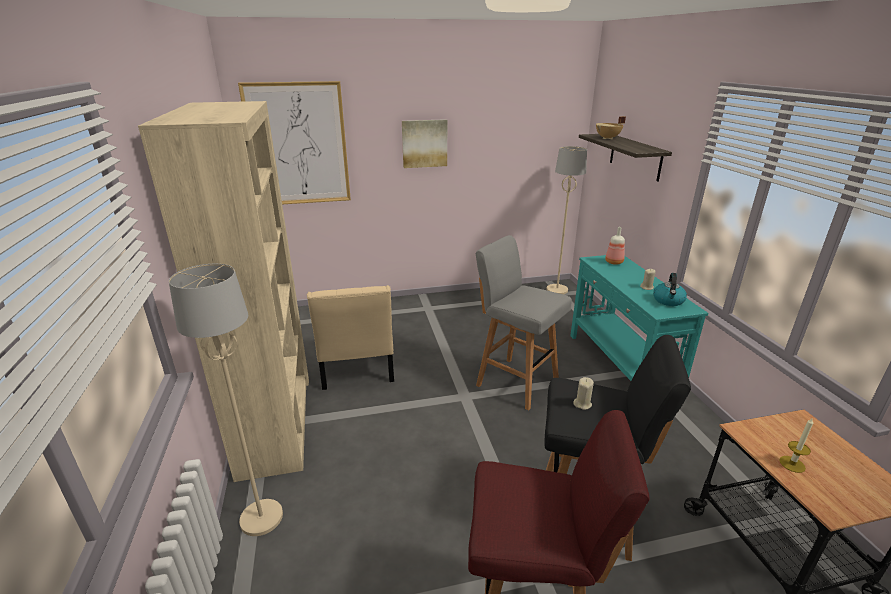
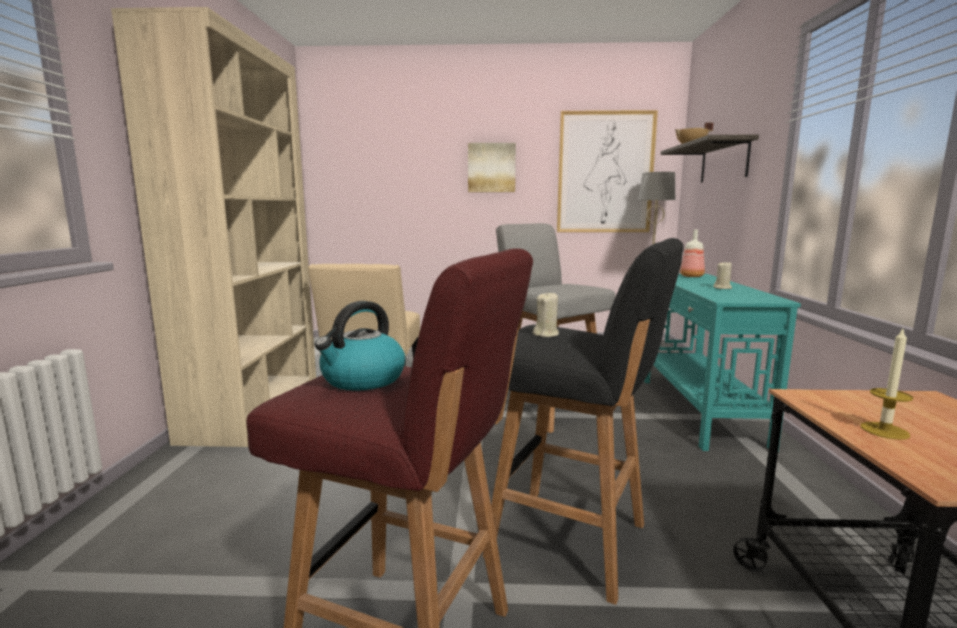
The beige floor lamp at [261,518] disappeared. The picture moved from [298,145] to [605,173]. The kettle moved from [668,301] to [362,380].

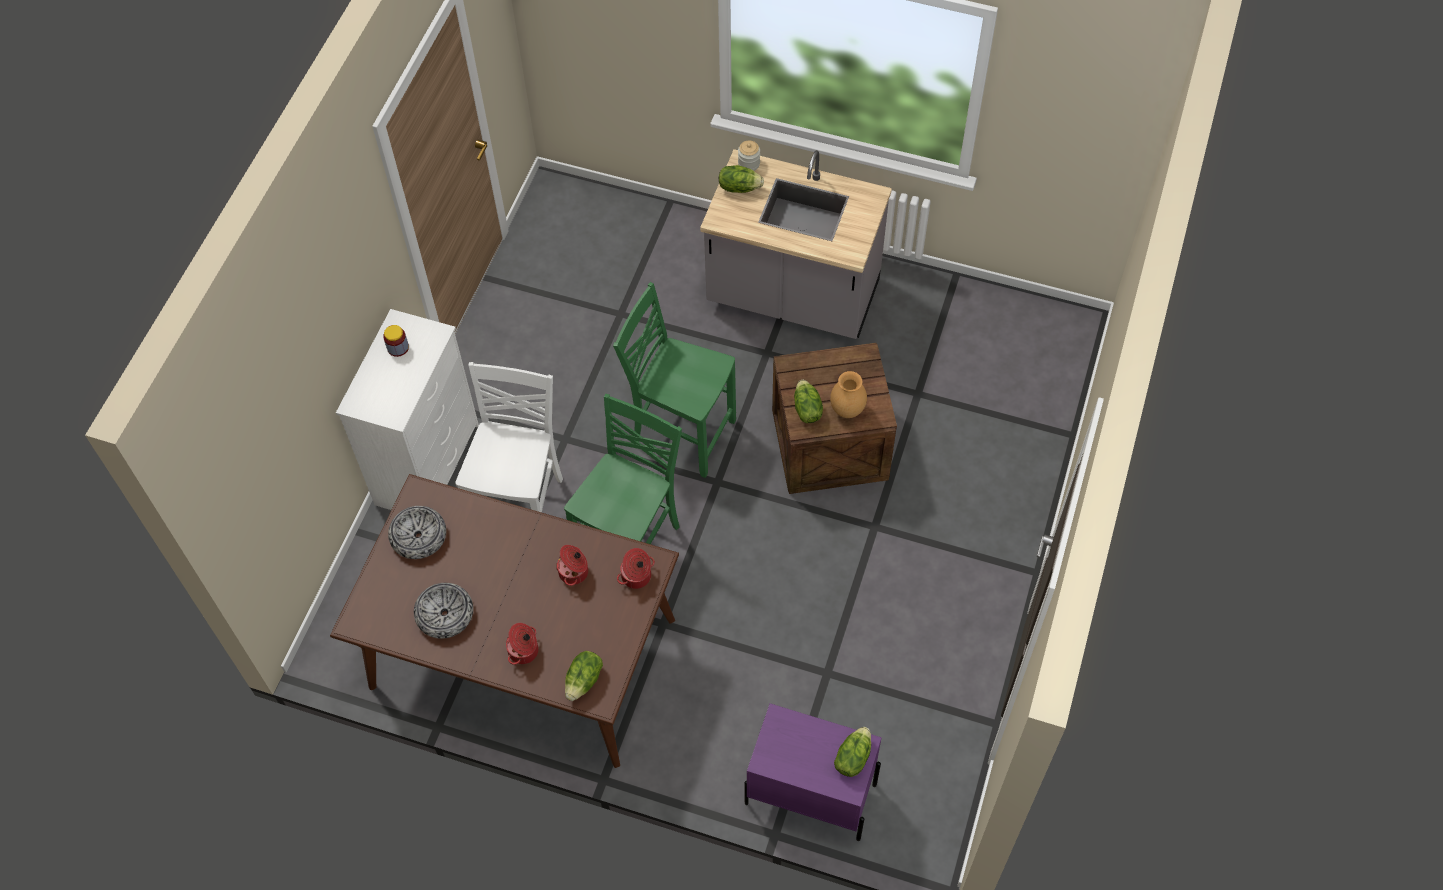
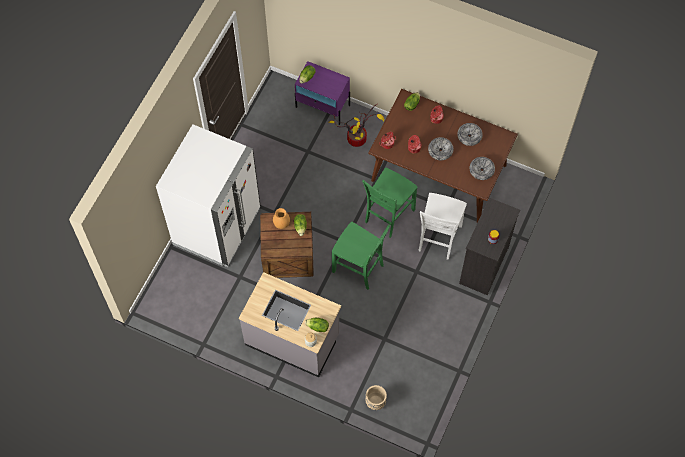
The white dresser at [428,463] became the black dresser at [483,265]. The white fridge at [217,227] appeared. The potted plant at [357,137] appeared. The beige planter at [375,402] appeared. The bowl at [440,150] appeared.

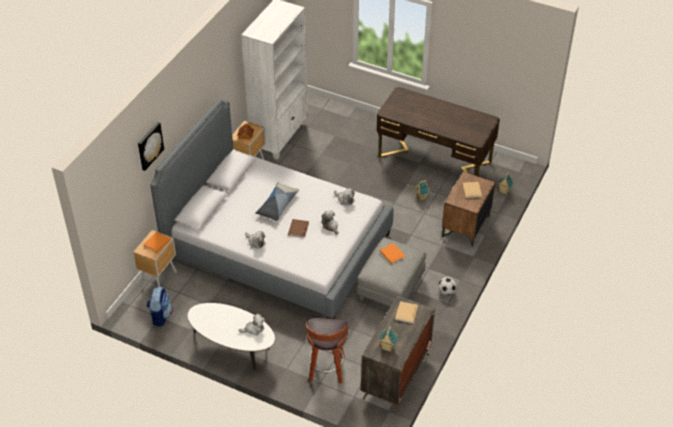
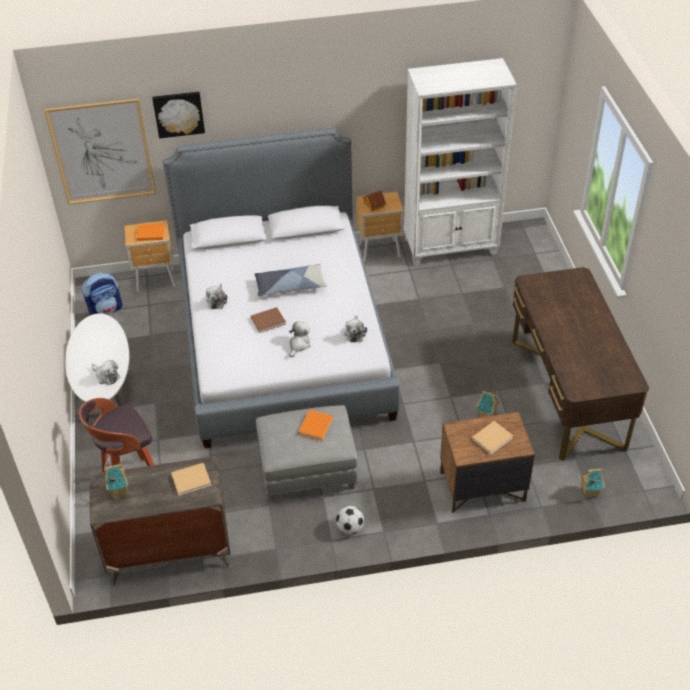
The picture at [102,152] appeared.

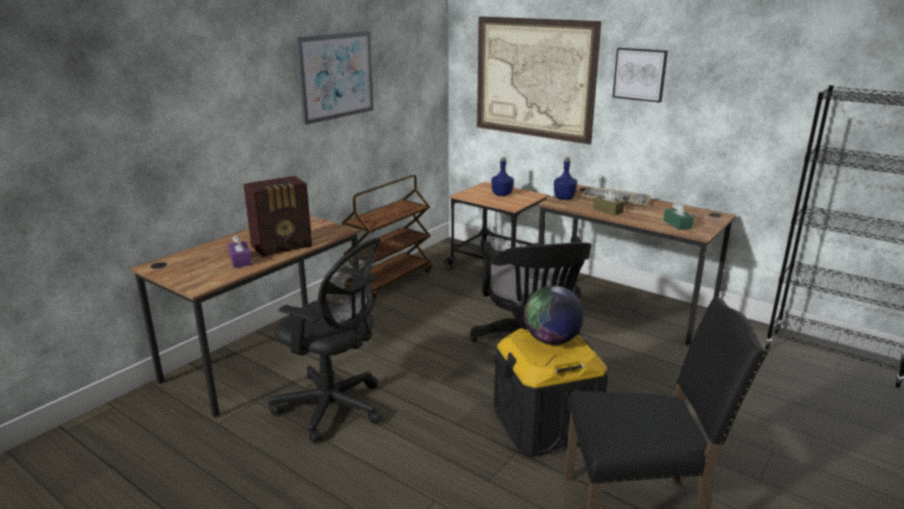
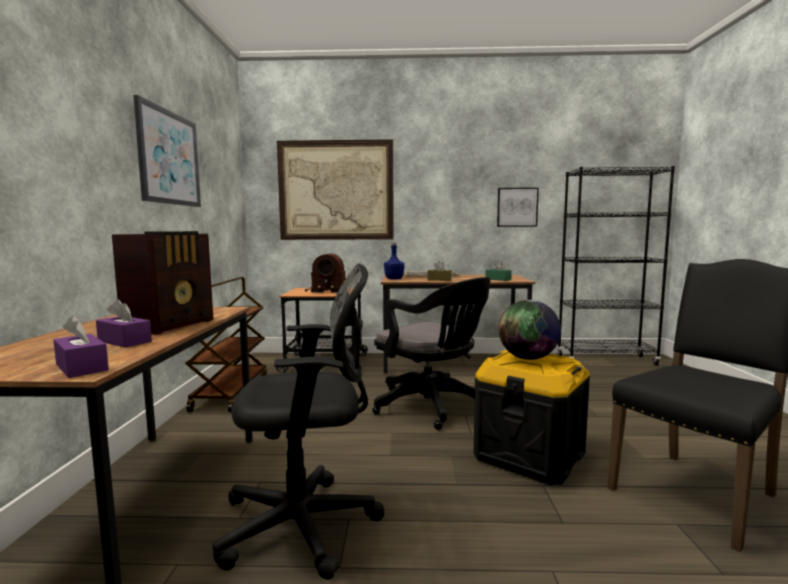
The blue bottle at [502,194] was replaced by the radio at [325,291]. The picture moved from [640,74] to [517,207]. The purple tissue box at [81,367] appeared.

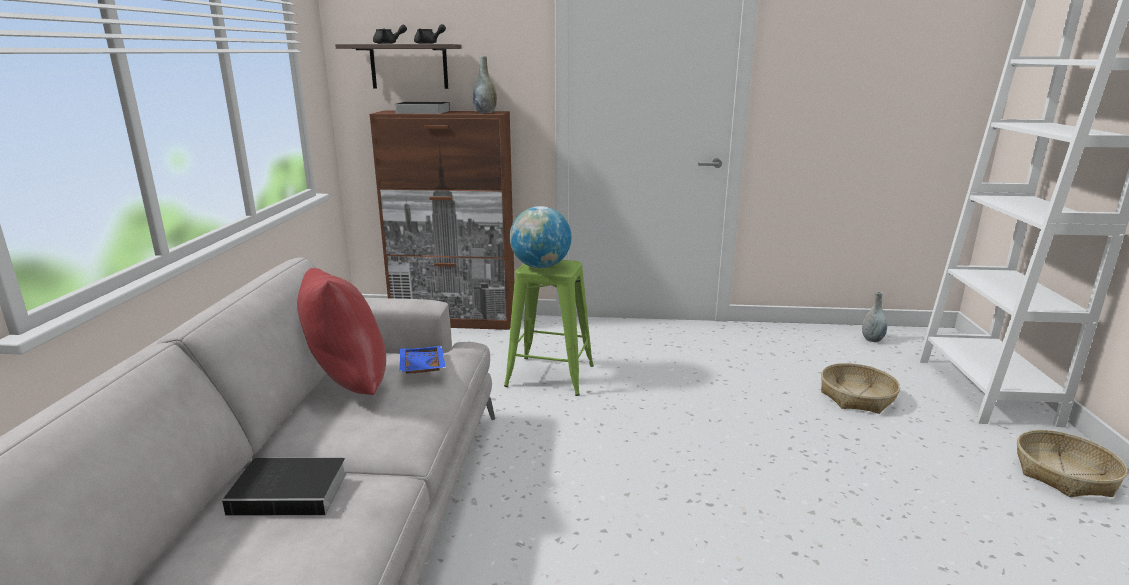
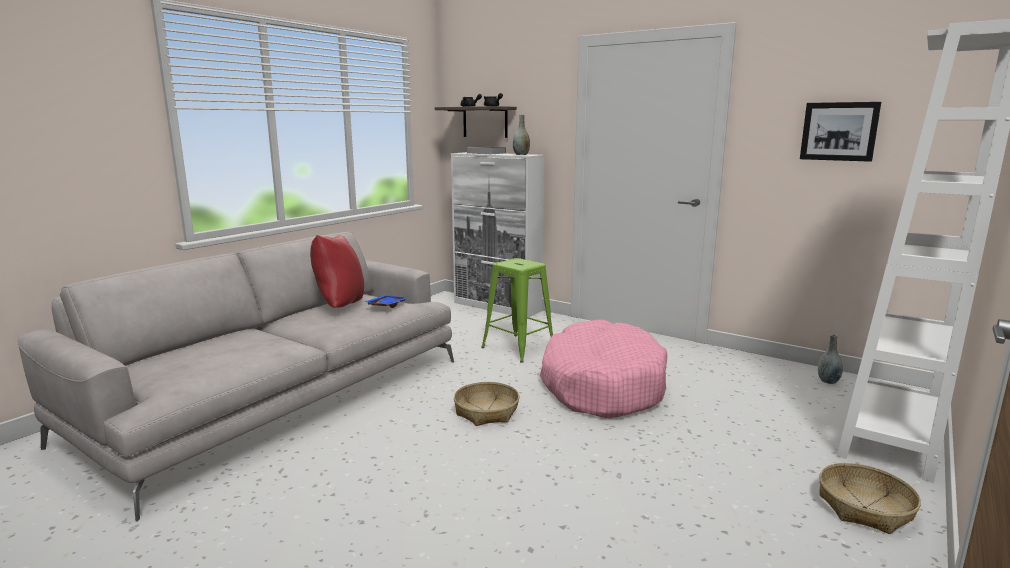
The book at [293,492] disappeared. The brown cabinet at [454,320] became the white cabinet at [497,307]. The globe at [540,266] disappeared. The basket moved from [857,397] to [487,412]. The pink dog bed at [602,385] appeared. The picture at [839,131] appeared.

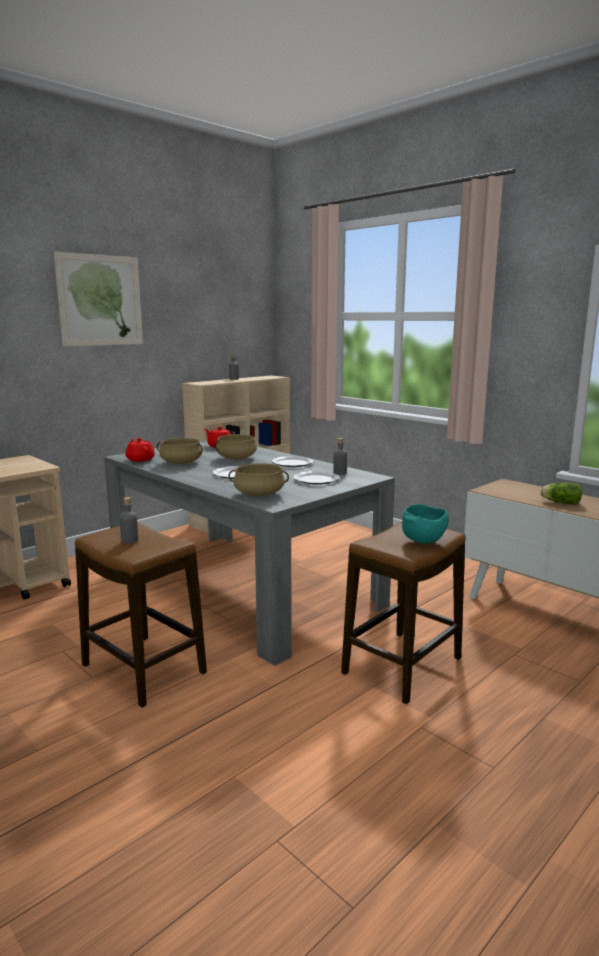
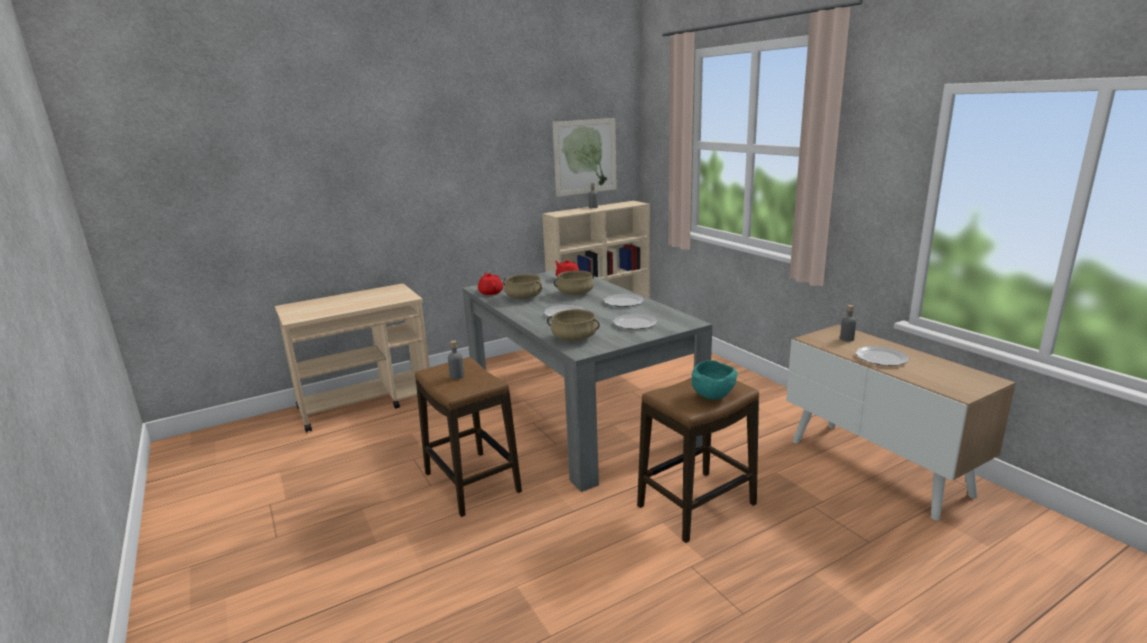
The picture moved from [100,300] to [585,157]. The grey bottle moved from [340,473] to [846,339]. The lettuce at [559,502] was replaced by the plate at [881,358].

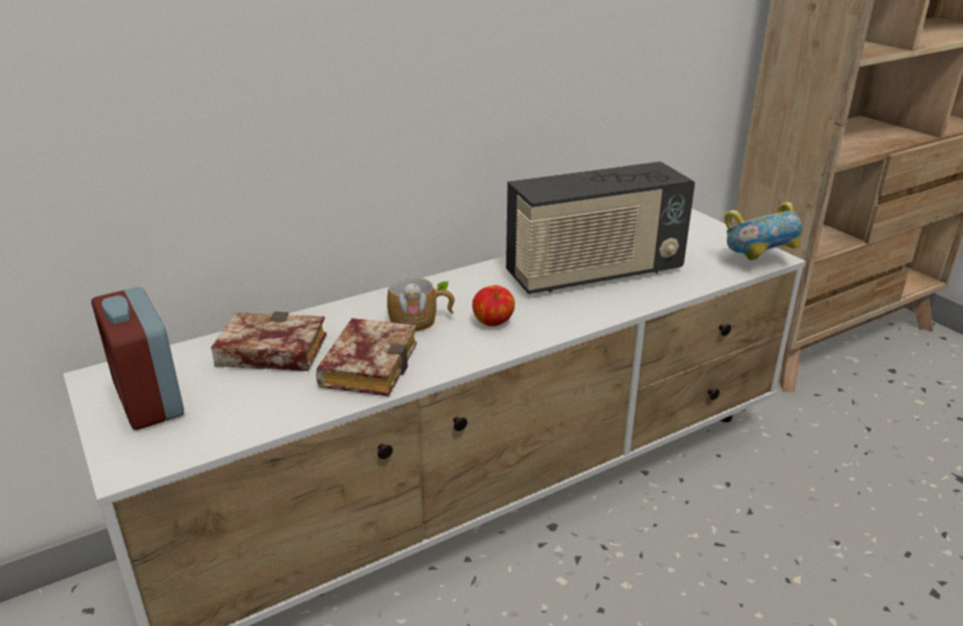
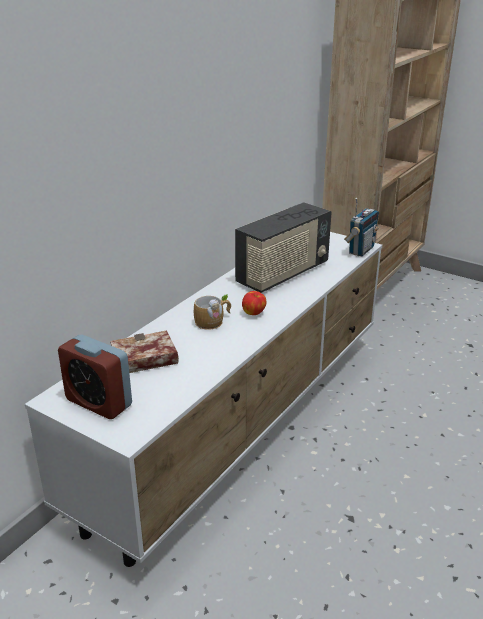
The book at [367,363] disappeared. The bowl at [757,263] was replaced by the radio at [360,250].

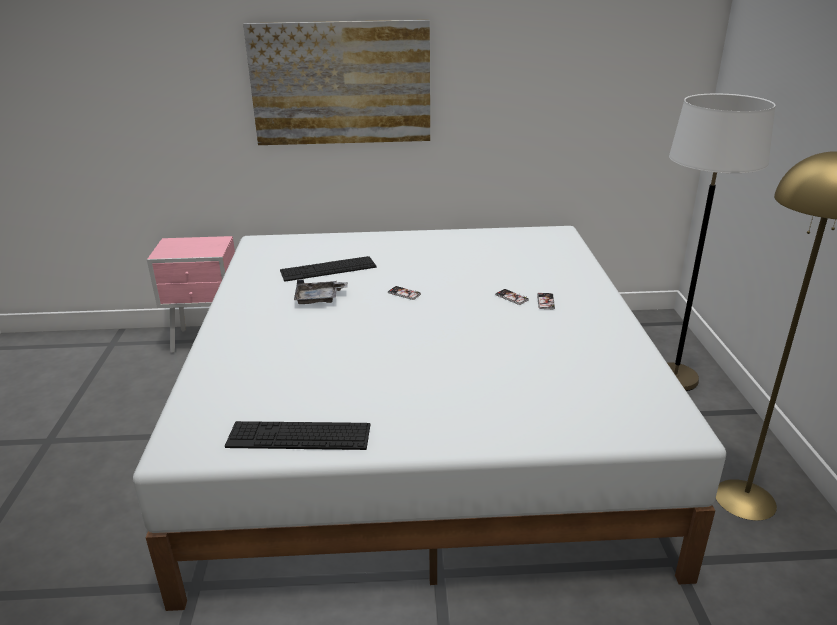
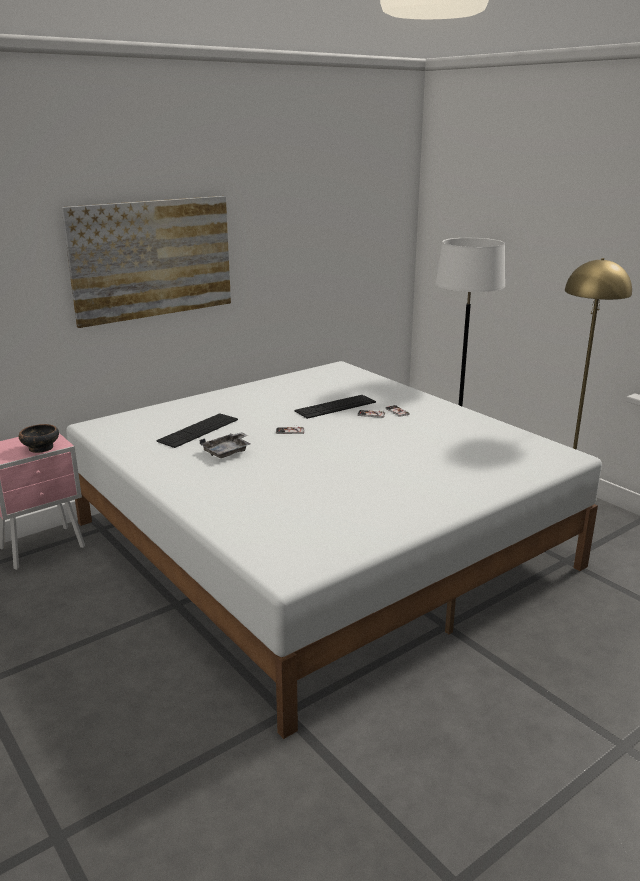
The keyboard moved from [299,436] to [335,406]. The bowl at [40,448] appeared.

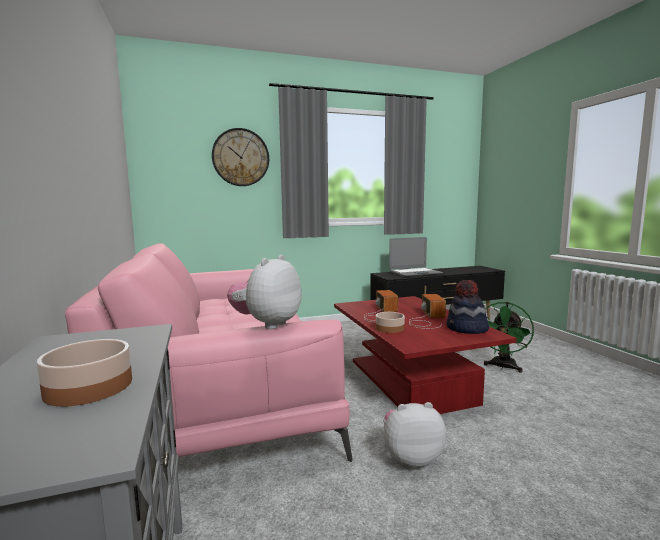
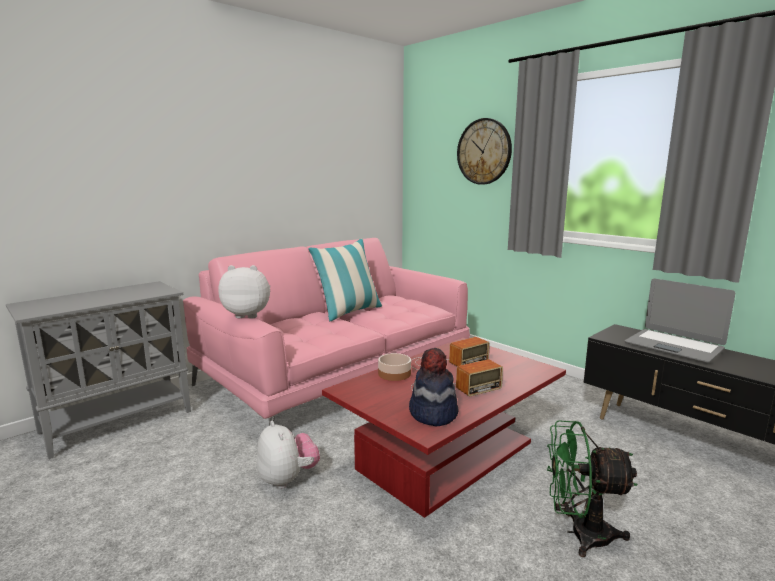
The bowl at [90,387] disappeared. The pillow at [349,312] appeared.

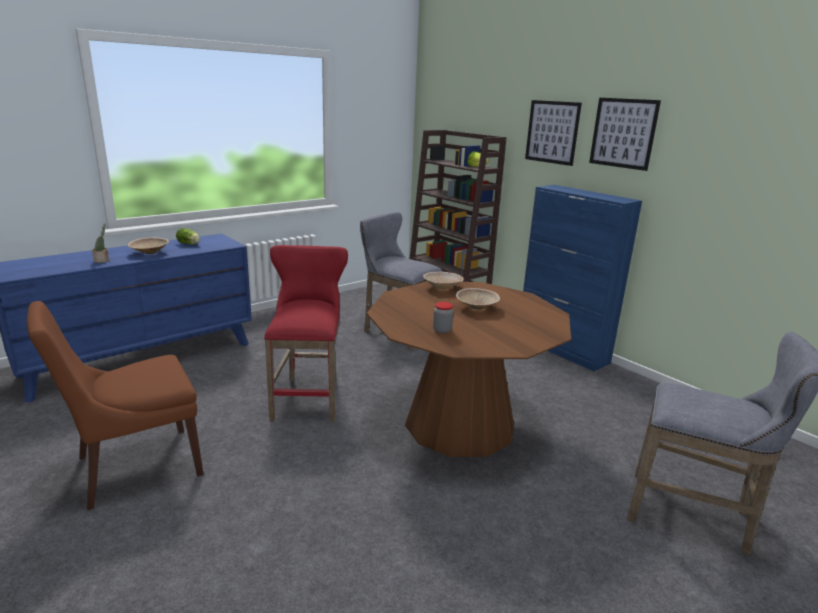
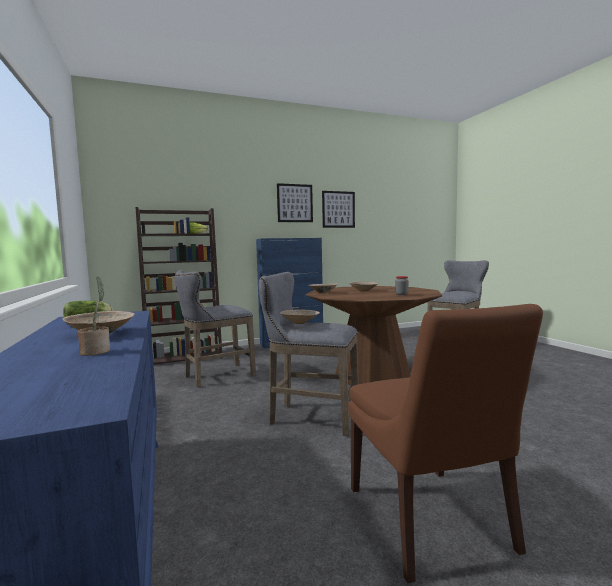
The red stool at [309,396] became the grey stool at [309,417]. The picture moved from [552,132] to [338,209]. The beige bowl at [300,323] appeared.

